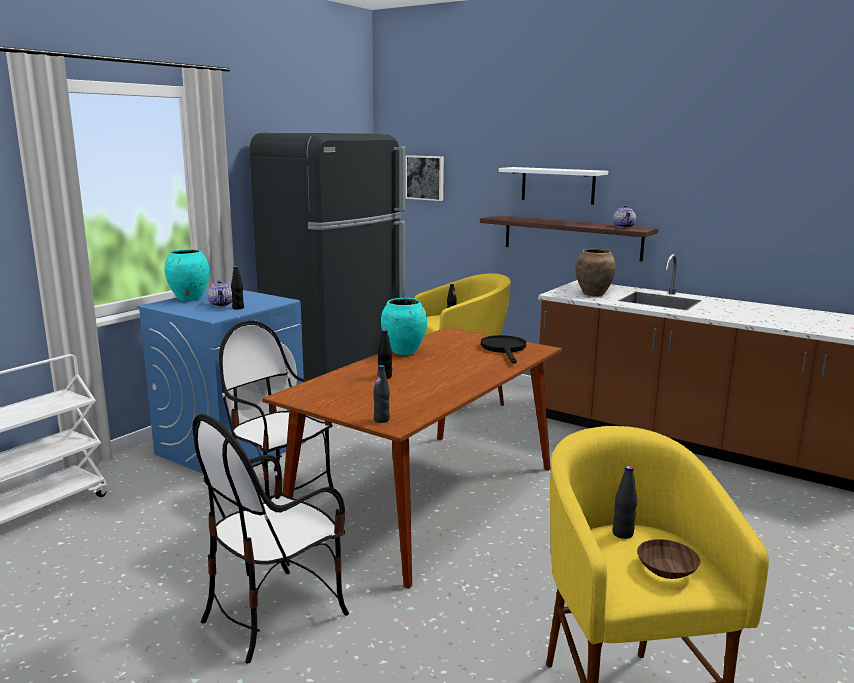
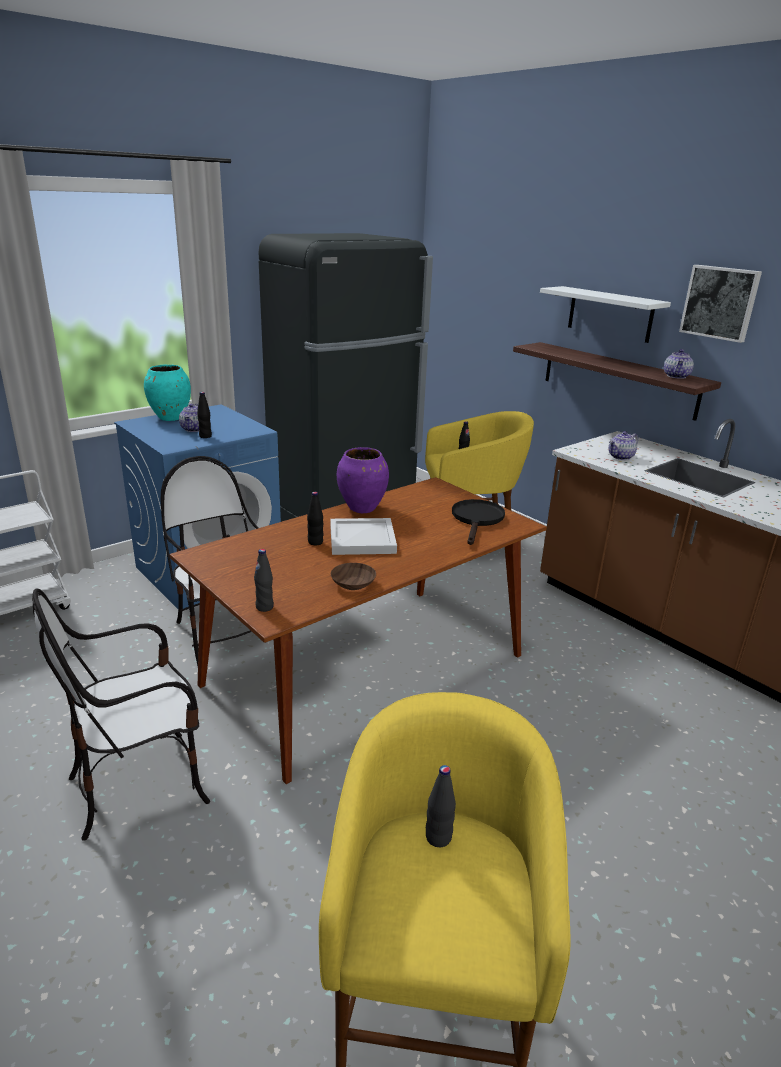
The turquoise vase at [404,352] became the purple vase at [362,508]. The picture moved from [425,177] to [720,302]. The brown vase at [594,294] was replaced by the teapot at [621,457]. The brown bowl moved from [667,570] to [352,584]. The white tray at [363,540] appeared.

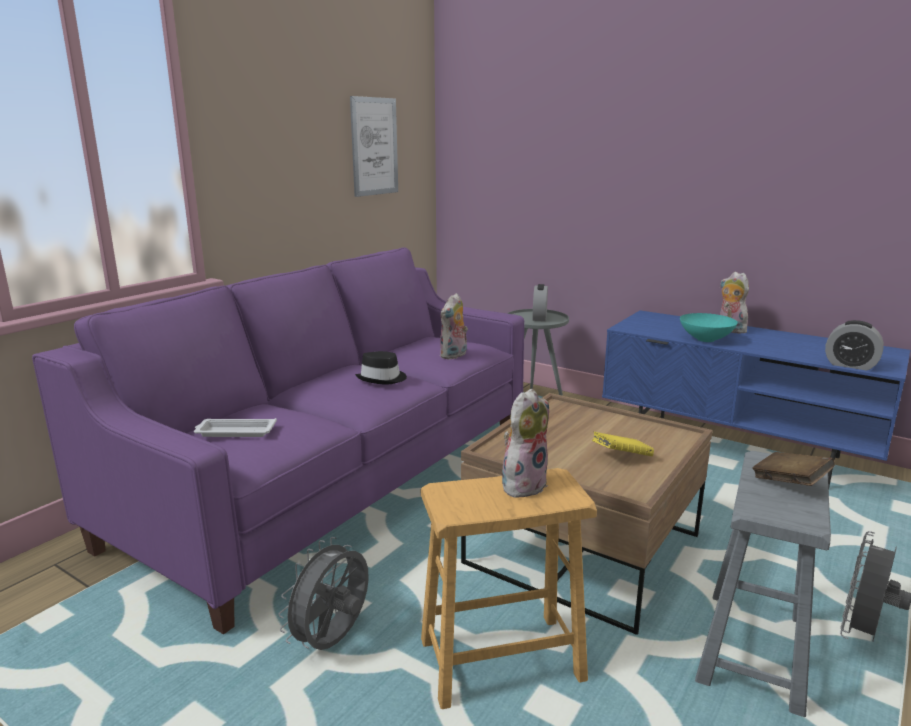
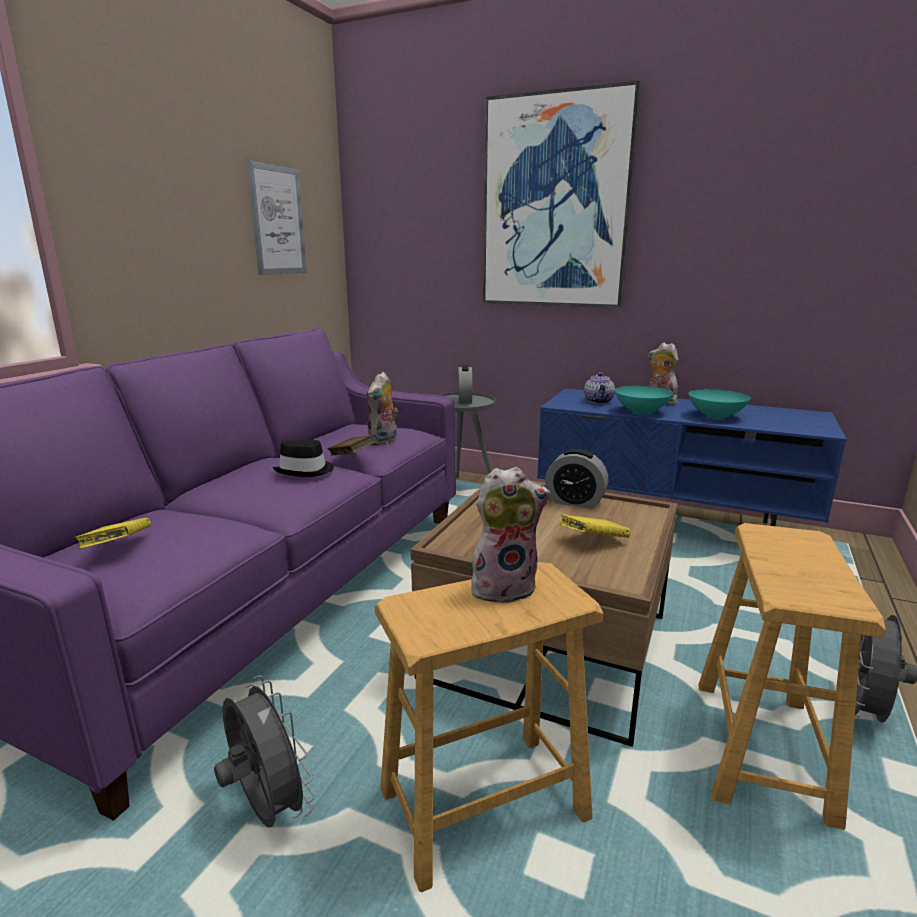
The white tray at [234,432] was replaced by the yellow book at [118,548]. The grey fan at [333,641] turned 120 degrees clockwise. The plush toy at [523,484] turned 45 degrees clockwise. The grey stool at [753,650] became the brown stool at [760,748]. The brown book moved from [789,483] to [352,457]. The alarm clock moved from [850,365] to [575,502]. The picture at [556,203] appeared. The teapot at [599,401] appeared. The turquoise bowl at [716,416] appeared.

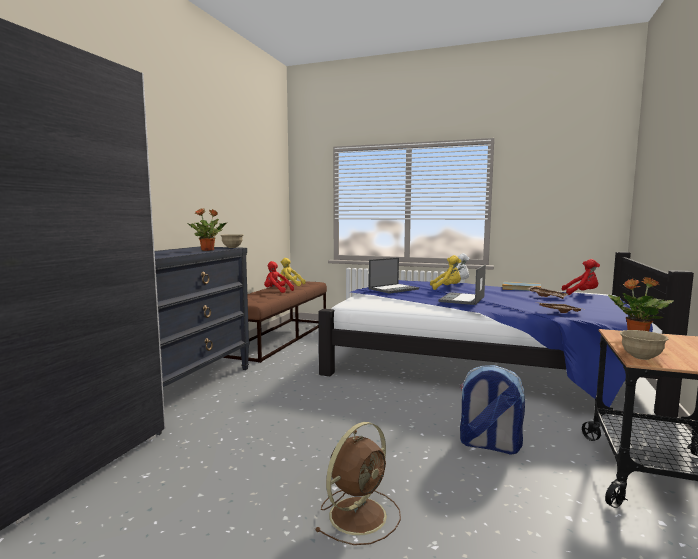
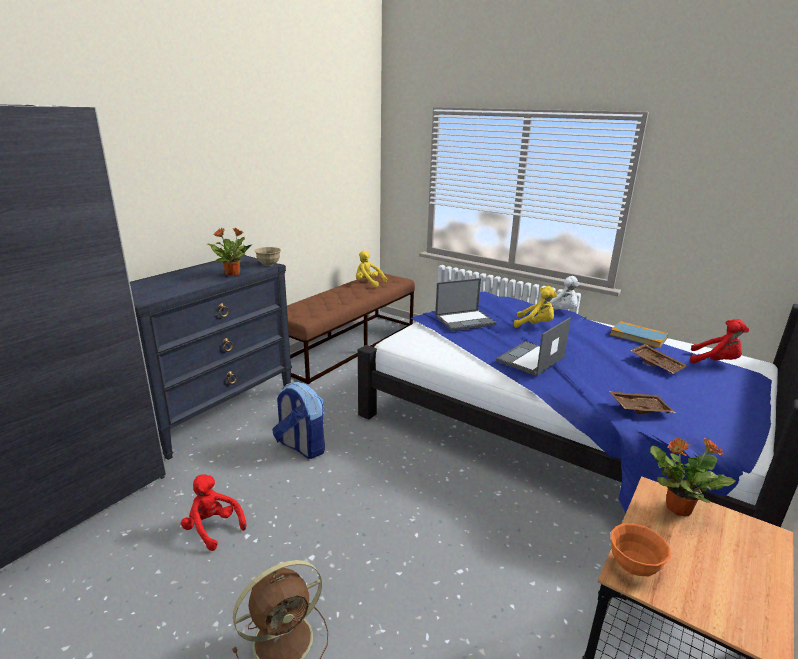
The red plush toy moved from [276,291] to [213,528]. The backpack moved from [488,445] to [301,447]. The beige bowl at [641,357] became the orange bowl at [633,566].

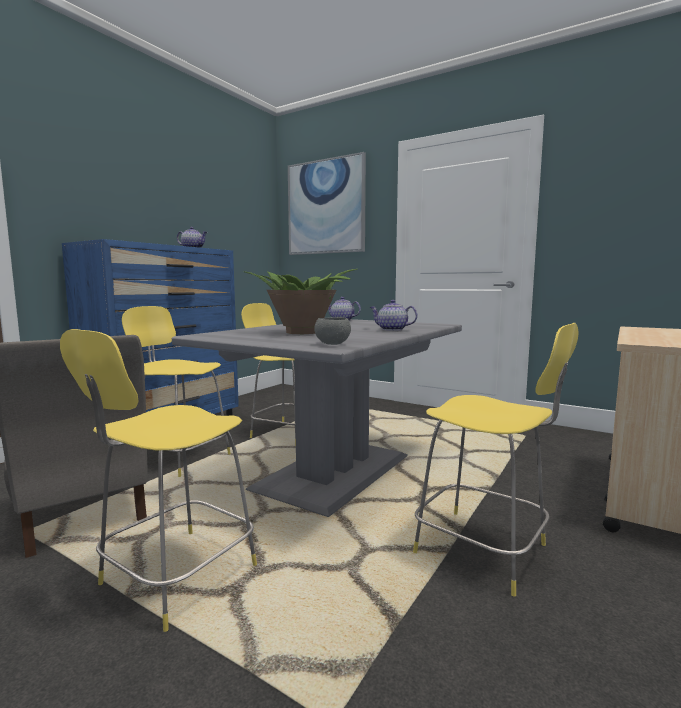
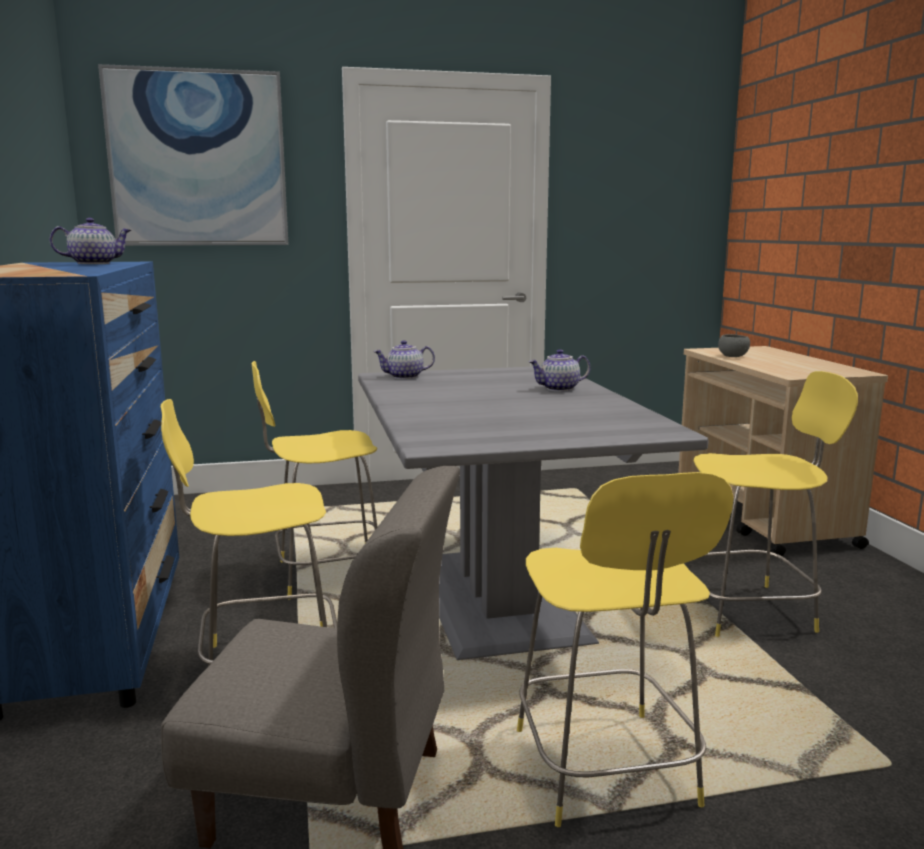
The potted plant at [303,332] disappeared. The grey bowl moved from [332,344] to [732,356].

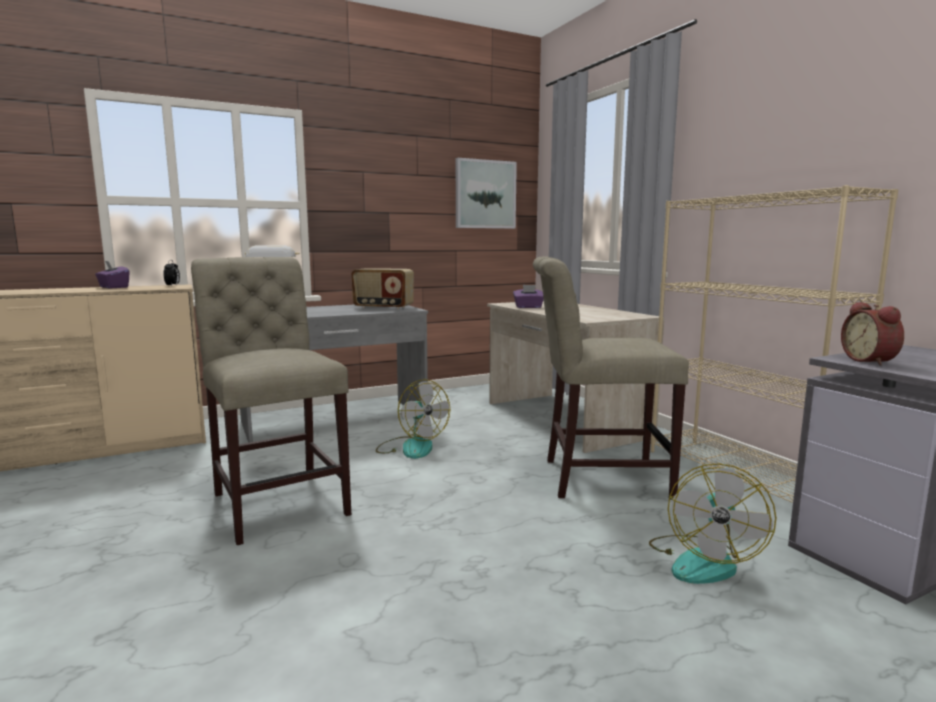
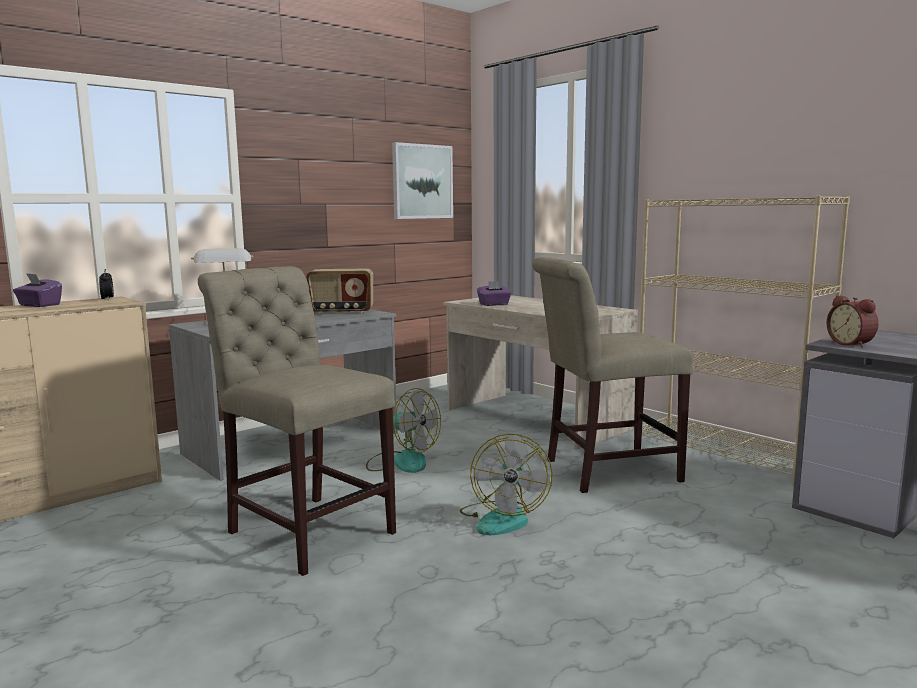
The fan moved from [703,560] to [503,518].

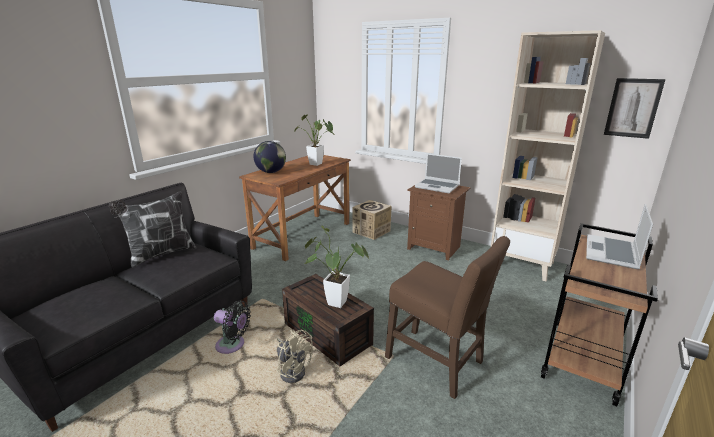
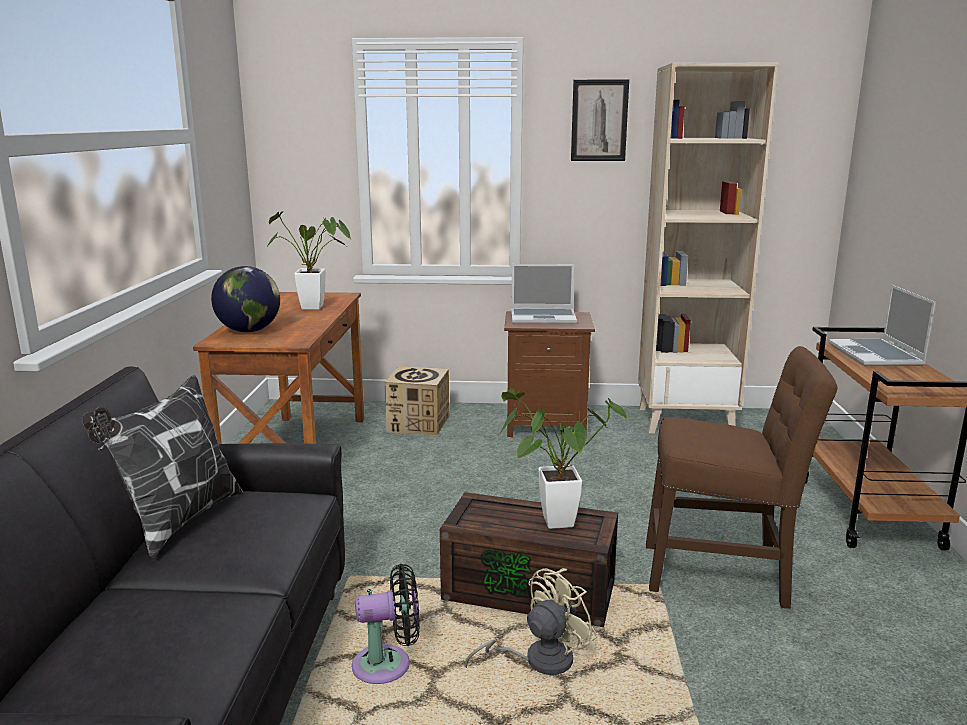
The beige fan at [293,370] turned 45 degrees counterclockwise. The picture moved from [632,108] to [599,120].

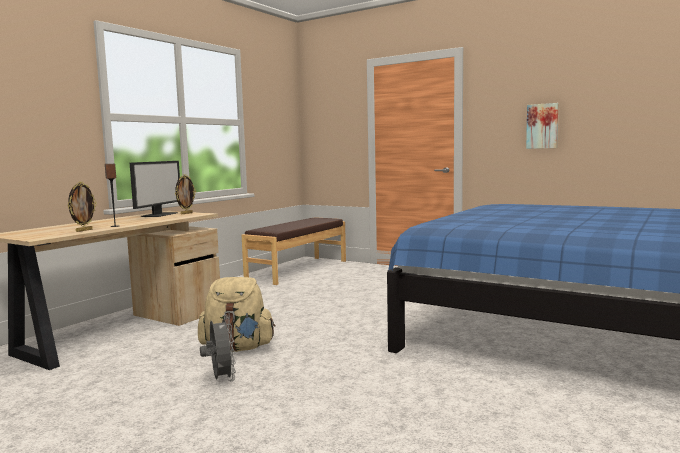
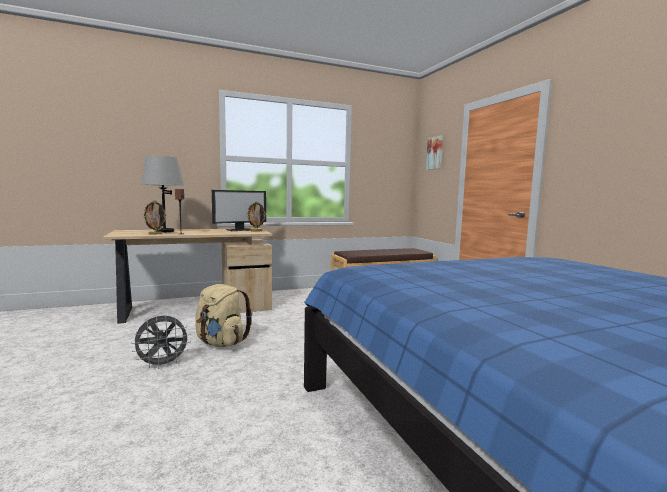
The grey fan at [221,379] turned 45 degrees clockwise. The picture moved from [542,126] to [435,153]. The grey table lamp at [164,231] appeared.

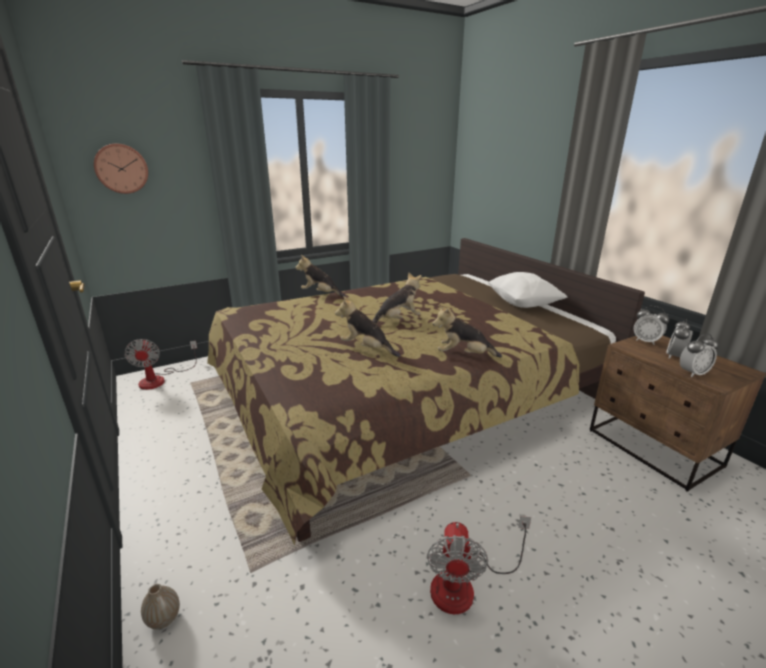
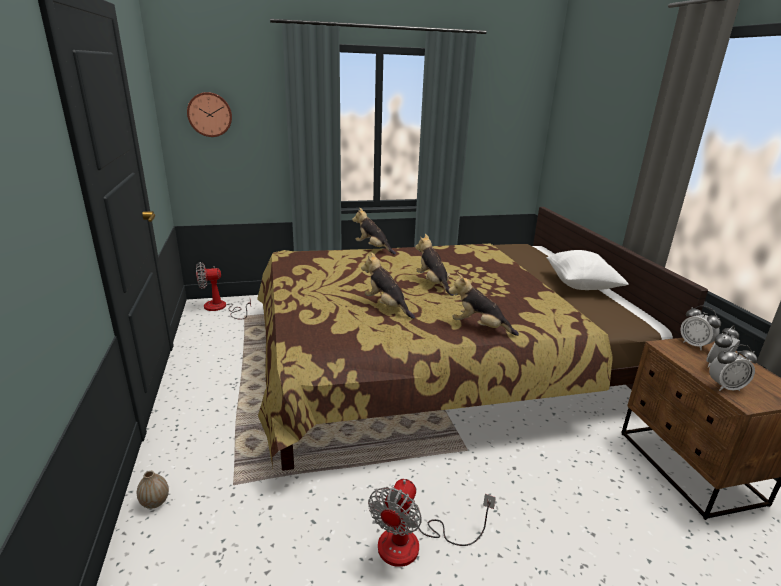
The fan at [160,379] turned 75 degrees clockwise. The plush toy at [398,320] turned 105 degrees counterclockwise.

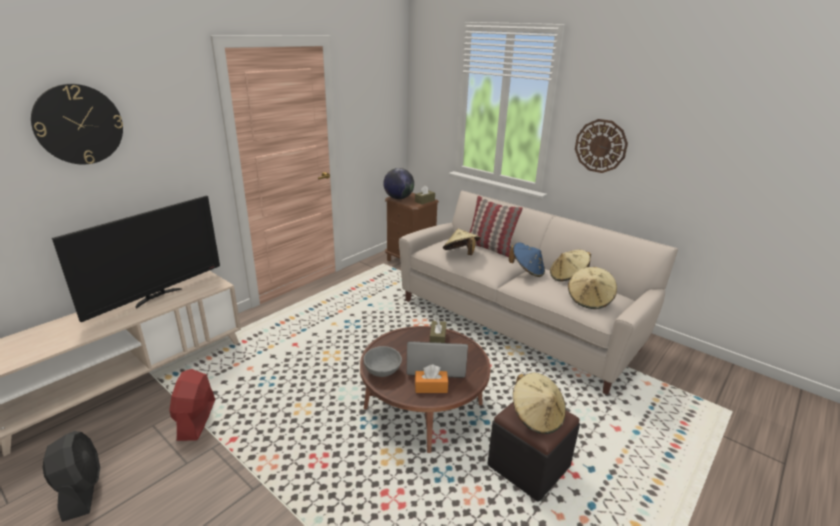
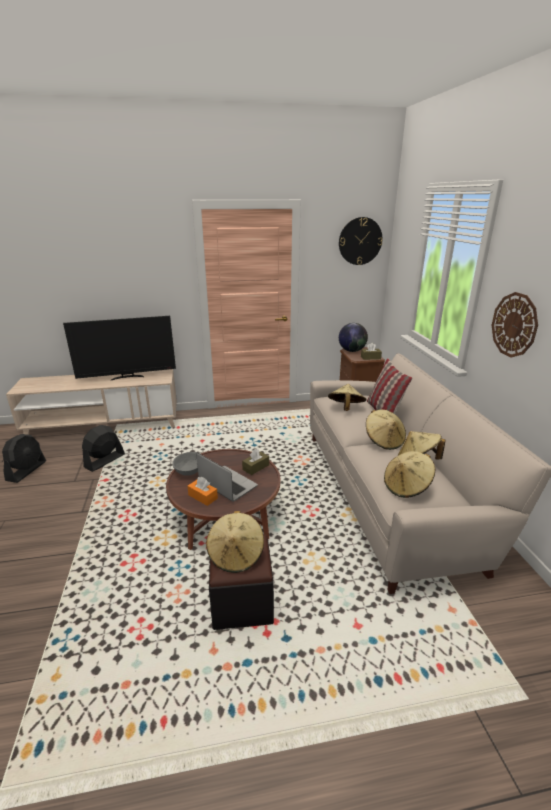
The wall clock moved from [79,124] to [360,241]. The red fan at [197,420] became the black fan at [104,461]. The blue hat at [527,271] became the beige hat at [384,441].

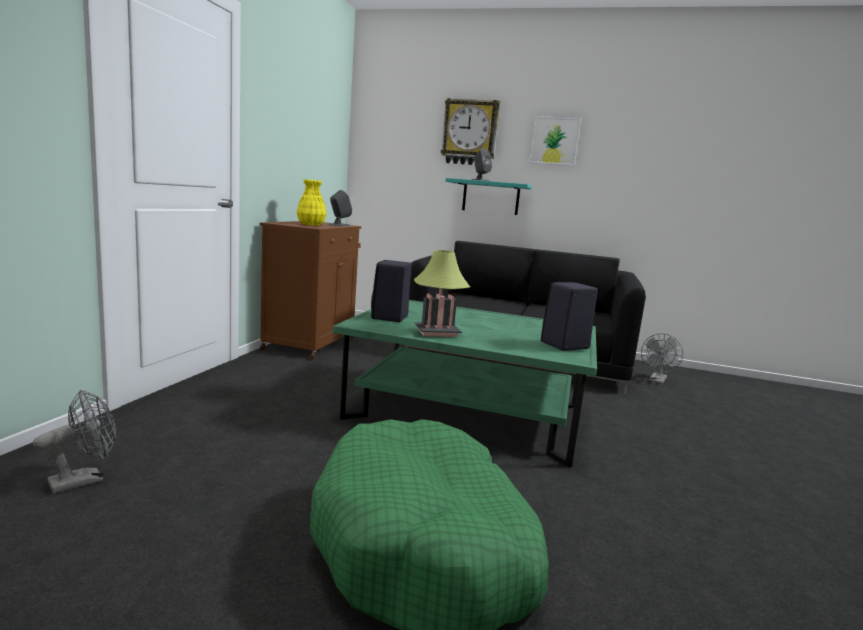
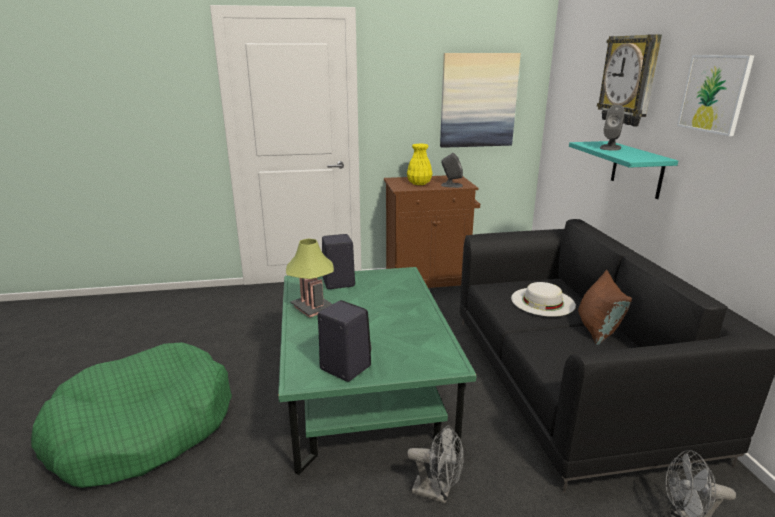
The grey fan moved from [85,479] to [437,492]. The picture at [478,100] appeared. The white hat at [542,301] appeared. The brown pillow at [597,330] appeared.

